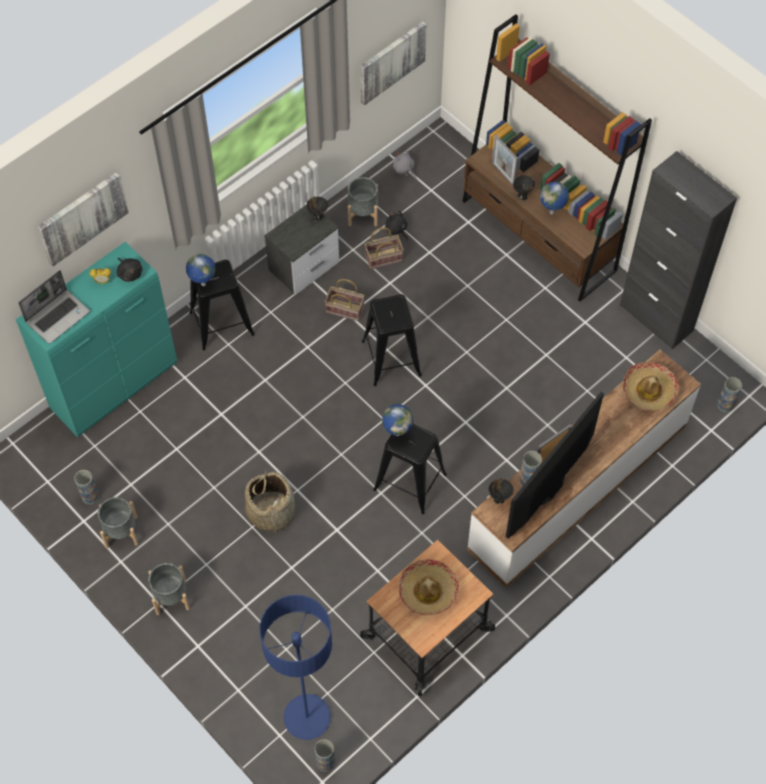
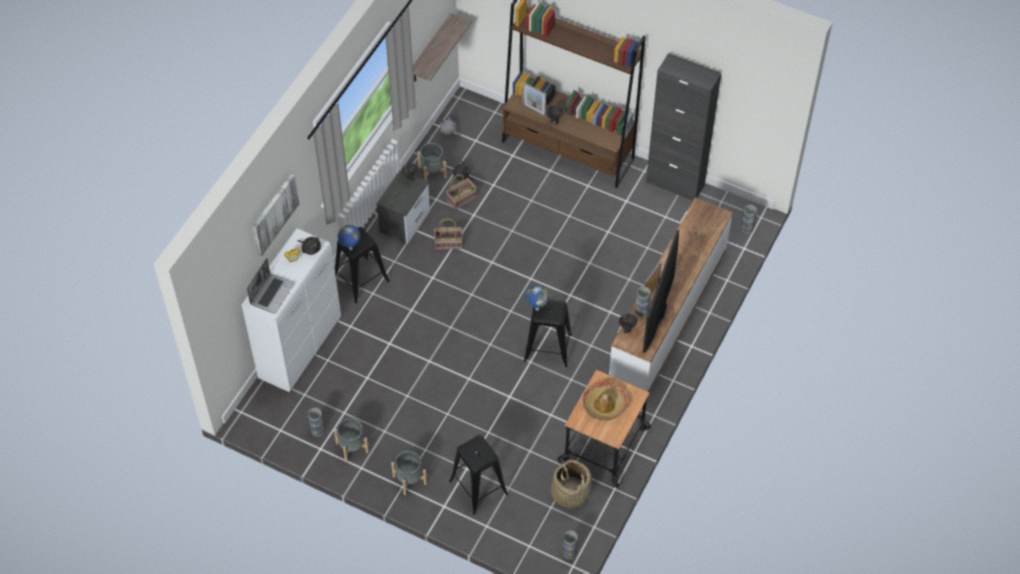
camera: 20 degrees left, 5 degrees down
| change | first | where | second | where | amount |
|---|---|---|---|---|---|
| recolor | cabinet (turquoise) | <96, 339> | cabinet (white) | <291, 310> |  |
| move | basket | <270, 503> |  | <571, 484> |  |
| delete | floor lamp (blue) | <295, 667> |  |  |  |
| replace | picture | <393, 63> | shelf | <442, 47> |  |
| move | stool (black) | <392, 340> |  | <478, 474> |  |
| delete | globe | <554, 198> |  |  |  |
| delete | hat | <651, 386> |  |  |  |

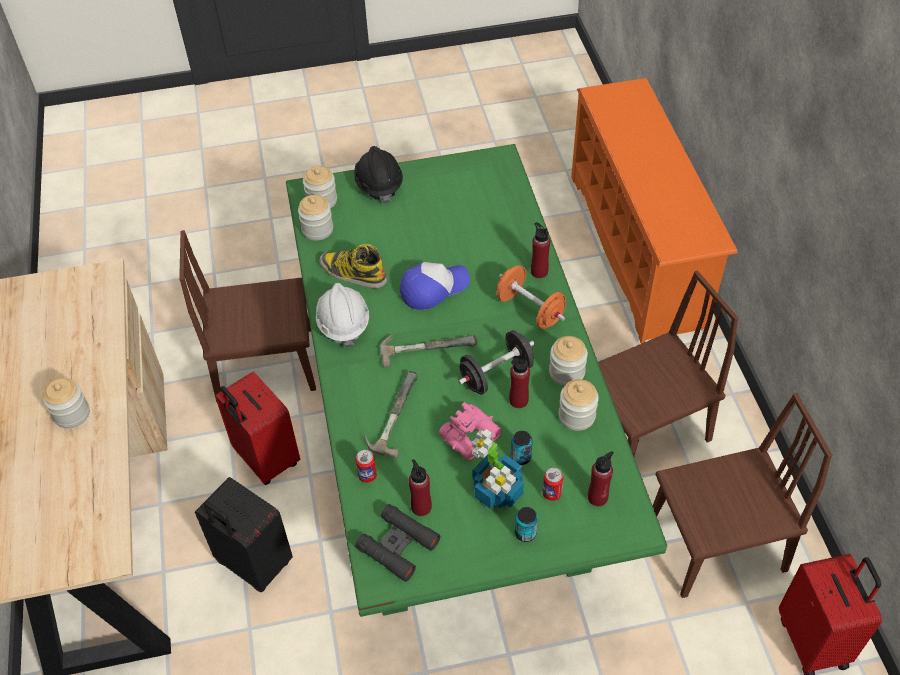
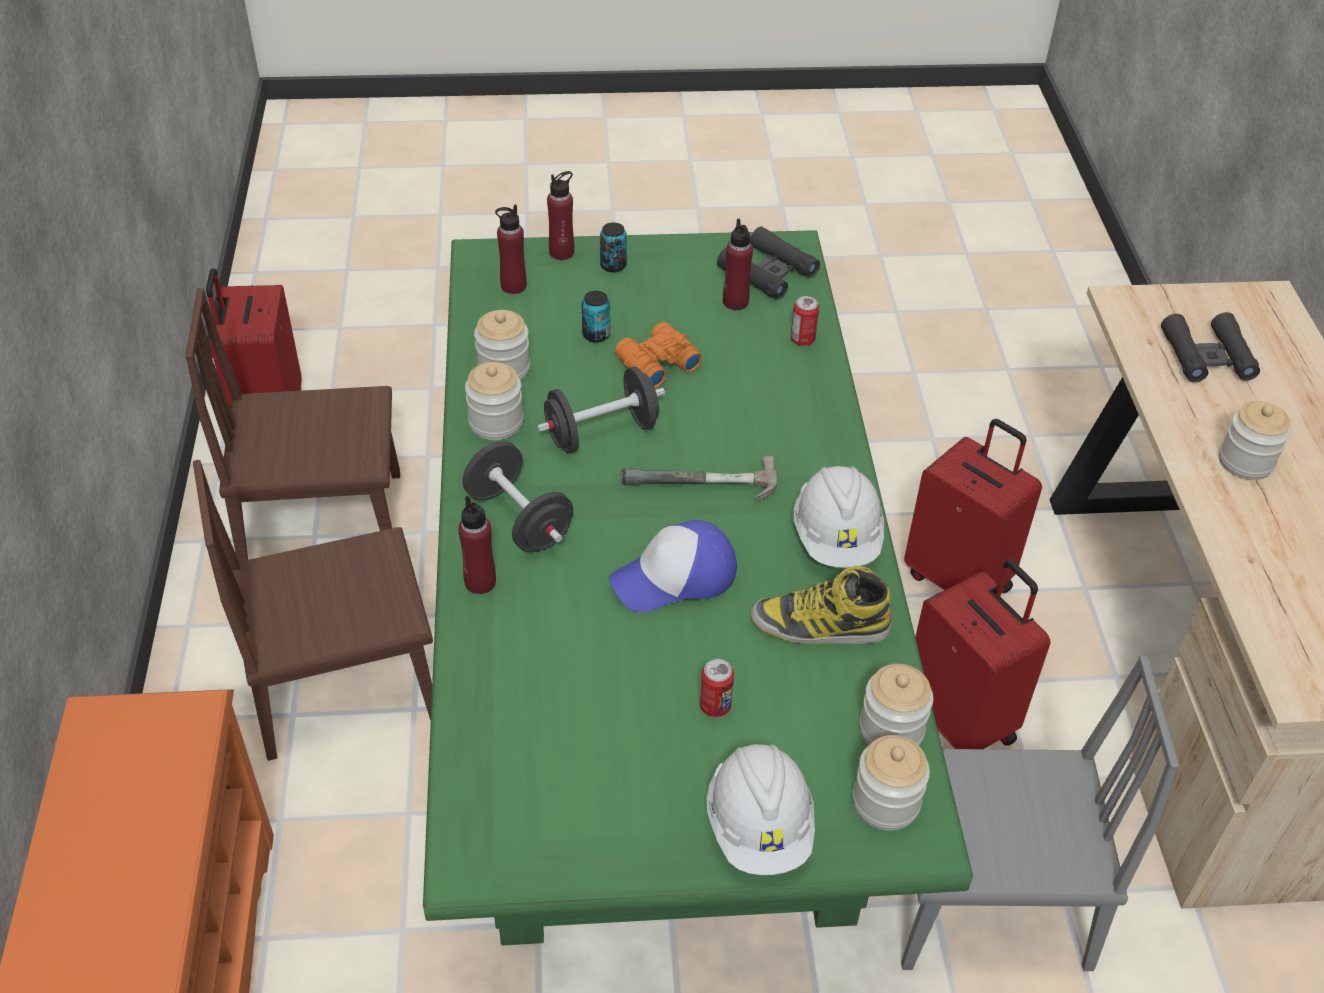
camera: 175 degrees left, 5 degrees down
| change | first | where | second | where | amount |
|---|---|---|---|---|---|
| recolor | chair (brown) | <247, 316> | chair (grey) | <1040, 813> |  |
| recolor | suitcase (black) | <244, 534> | suitcase (red) | <973, 506> |  |
| rotate | boot | <353, 266> |  | <820, 605> | 150 degrees clockwise |
| recolor | hard hat (black) | <378, 175> | hard hat (white) | <760, 809> |  |
| delete | hammer | <391, 414> |  |  |  |
| recolor | binoculars (pink) | <470, 431> | binoculars (orange) | <658, 355> |  |
| delete | potted plant | <498, 469> |  |  |  |
| recolor | dumbbell (orange) | <531, 297> | dumbbell (black) | <517, 497> |  |
| move | bottle (red) | <519, 381> |  | <560, 215> |  |
| move | can | <553, 484> |  | <717, 688> |  |
| insert |  |  | binoculars (black) | <1210, 347> |  |

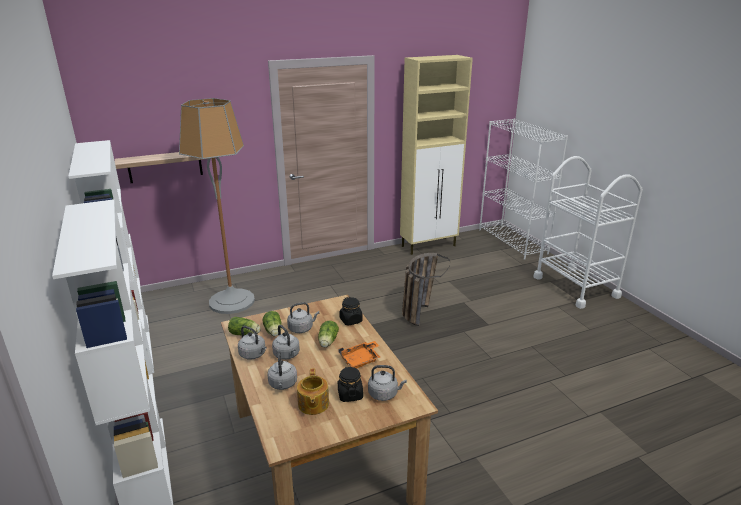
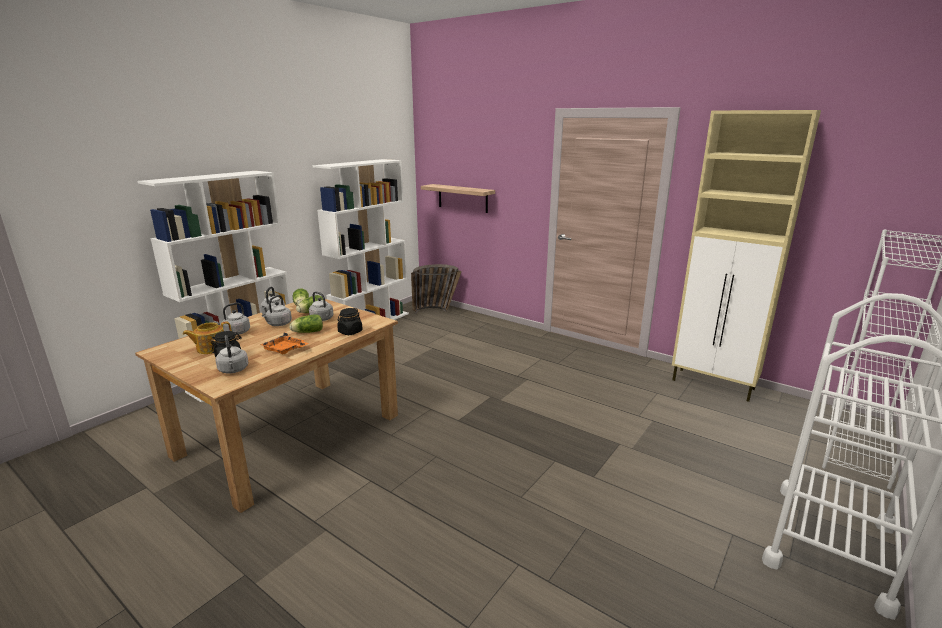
camera: 60 degrees right, 5 degrees down
| change | first | where | second | where | amount |
|---|---|---|---|---|---|
| delete | floor lamp | <217, 206> |  |  |  |
| move | basket | <426, 289> |  | <436, 289> |  |

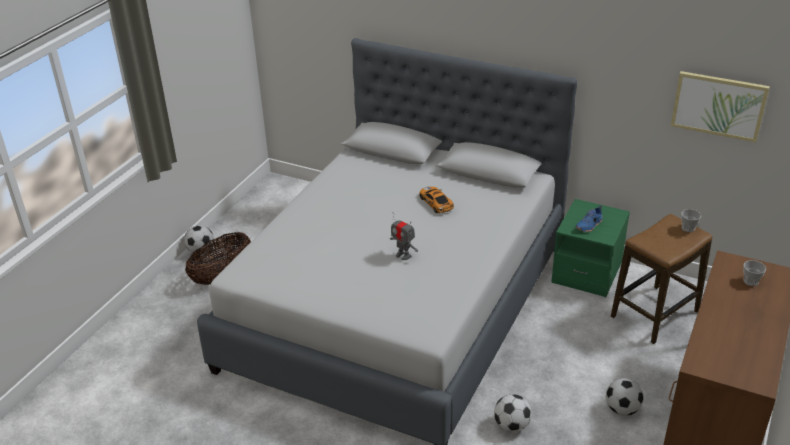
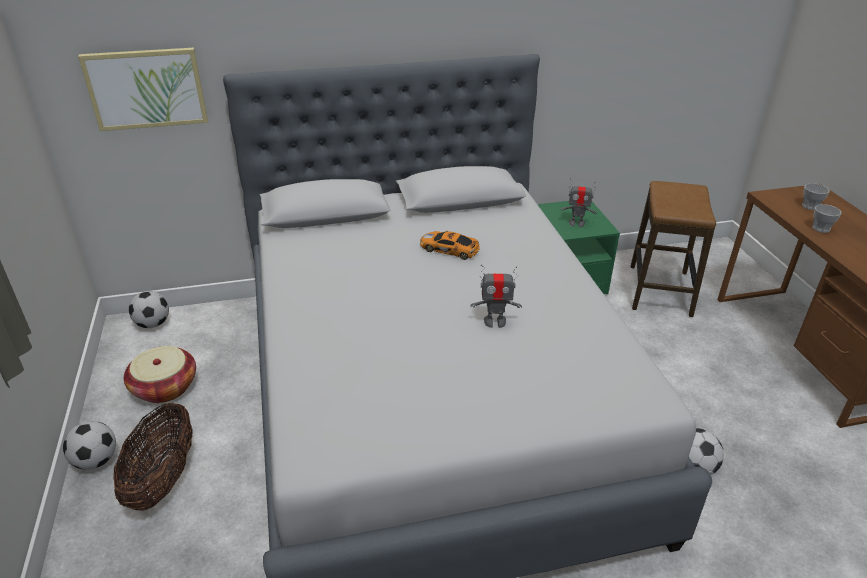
camera: 40 degrees left, 0 degrees up
| change | first | where | second | where | amount |
|---|---|---|---|---|---|
| replace | shoe (blue) | <588, 218> | toy robot | <578, 202> |  |
| move | football | <625, 397> |  | <149, 309> |  |
| move | picture | <720, 106> |  | <143, 89> |  |
| move | cup | <691, 220> |  | <827, 218> |  |
| insert |  |  | basket | <160, 374> |  |

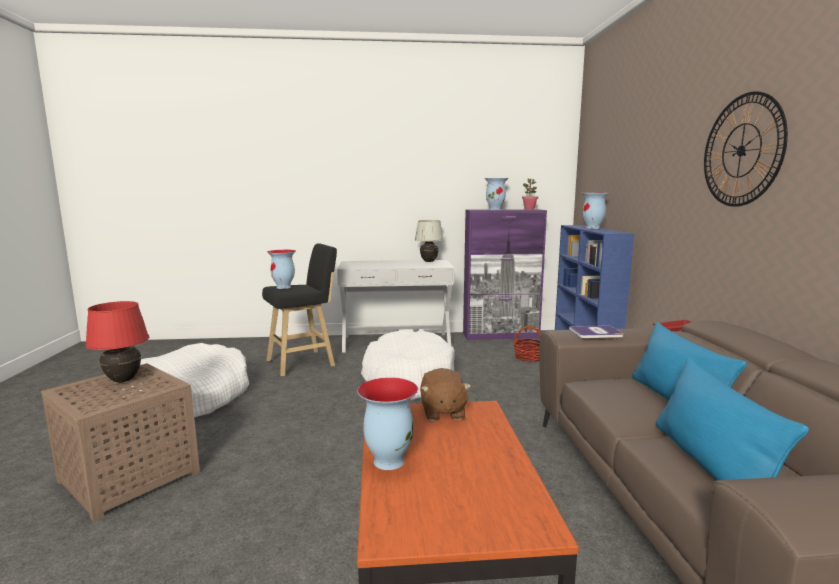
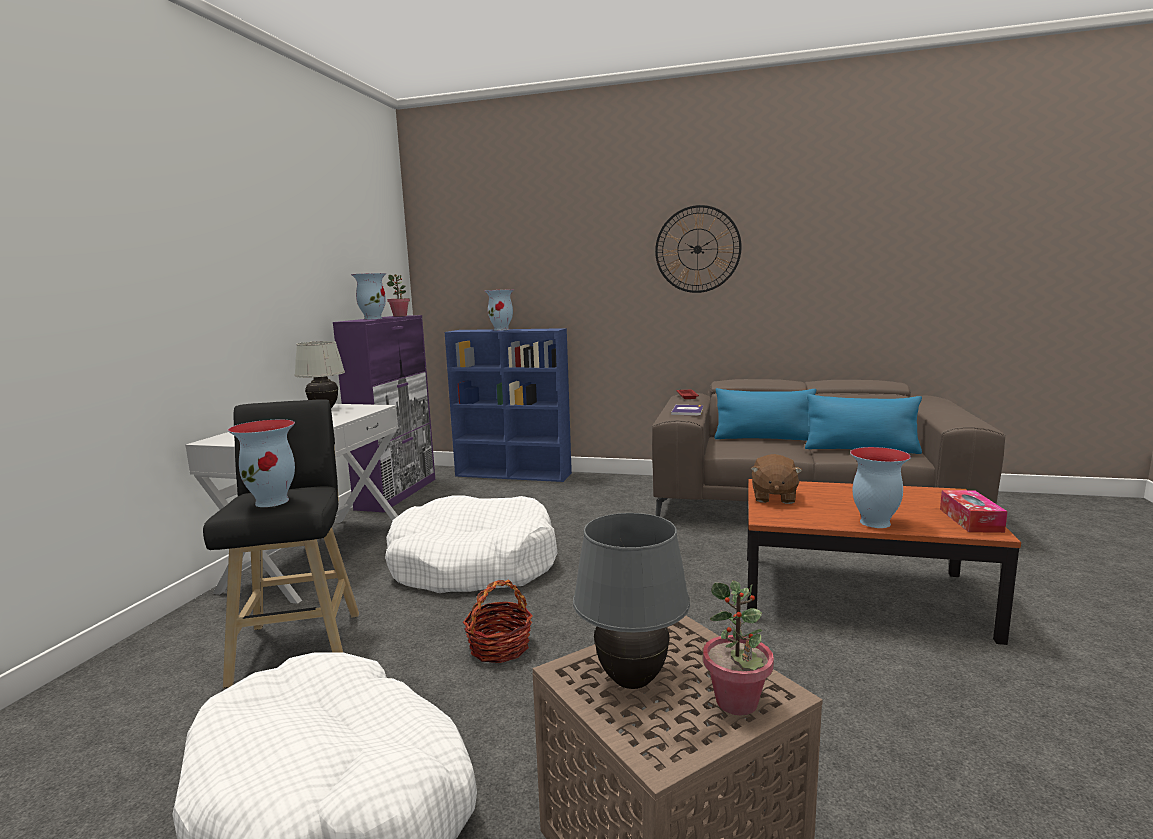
camera: 70 degrees left, 0 degrees up
| change | first | where | second | where | amount |
|---|---|---|---|---|---|
| recolor | table lamp (red) | <117, 341> | table lamp (grey) | <631, 601> |  |
| rotate | plush toy (brown) | <445, 394> |  | <777, 479> | 90 degrees clockwise |
| move | basket | <527, 344> |  | <498, 621> |  |
| insert |  |  | potted plant | <738, 648> |  |
| insert |  |  | tissue box | <974, 511> |  |

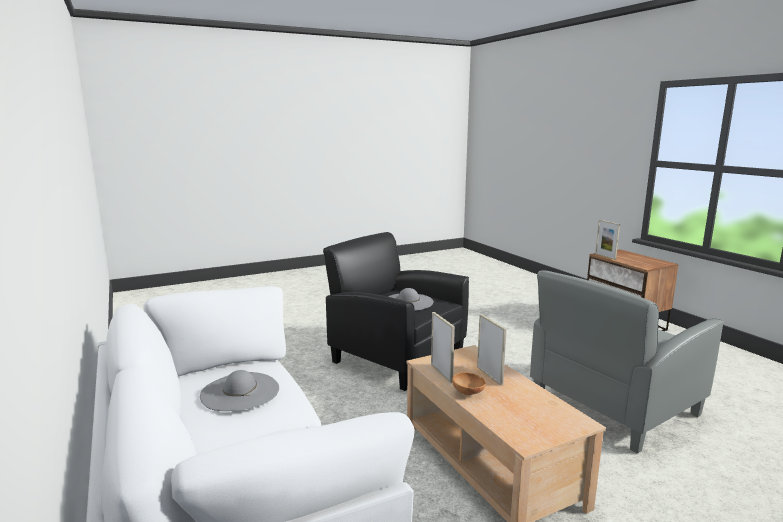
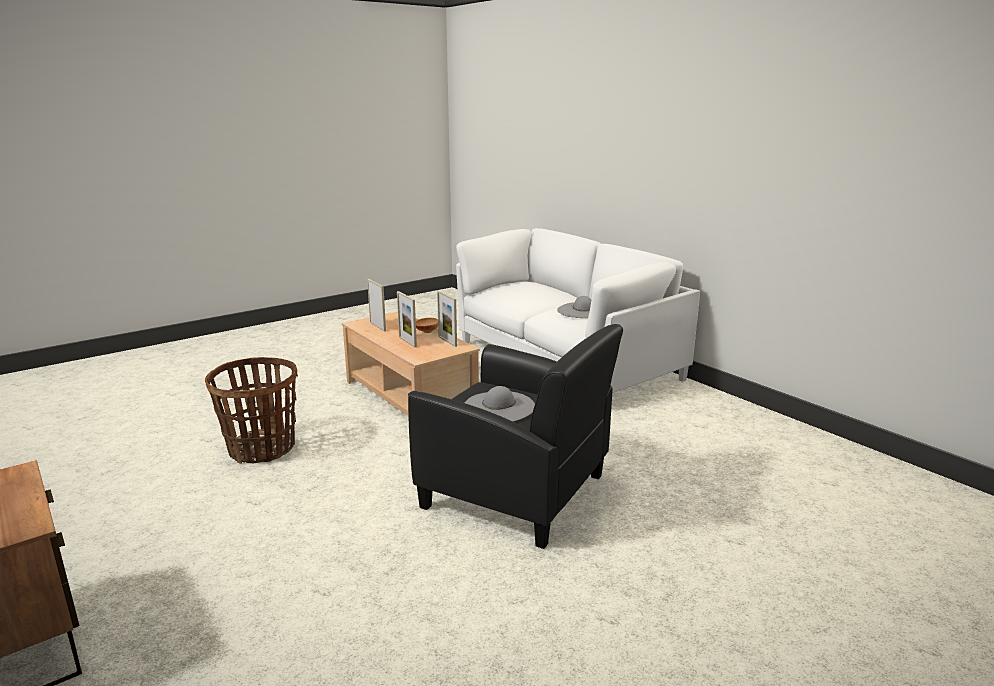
camera: 170 degrees right, 5 degrees up
| change | first | where | second | where | amount |
|---|---|---|---|---|---|
| replace | armchair (grey) | <627, 362> | basket | <251, 410> |  |
| move | picture frame | <607, 240> |  | <376, 305> |  |

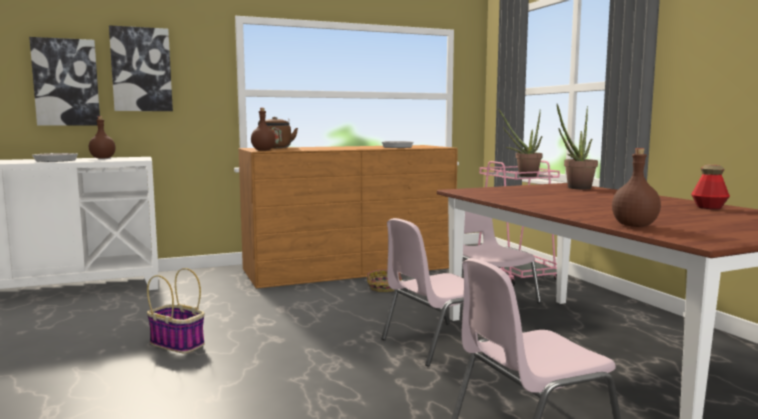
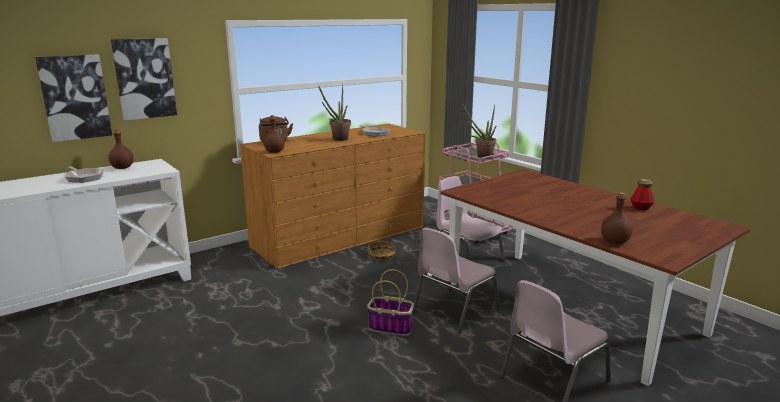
camera: 15 degrees left, 10 degrees up
| change | first | where | second | where | amount |
|---|---|---|---|---|---|
| move | basket | <176, 310> |  | <390, 302> |  |
| move | potted plant | <577, 146> |  | <335, 112> |  |

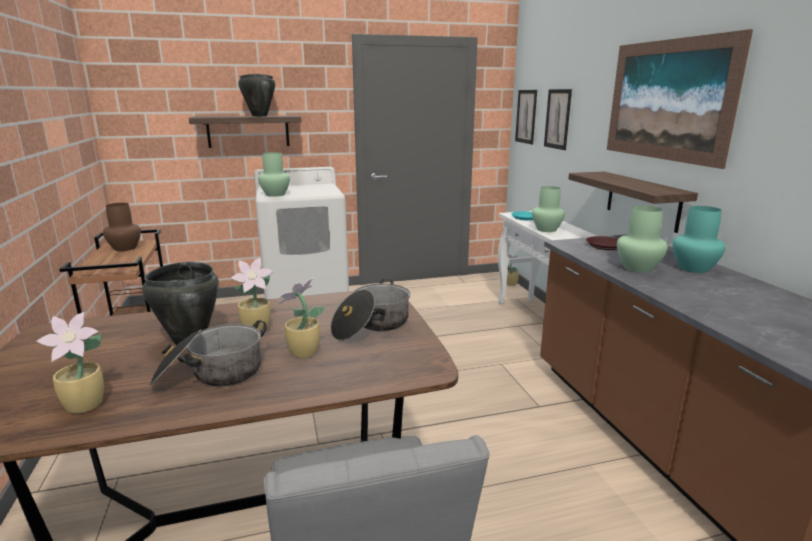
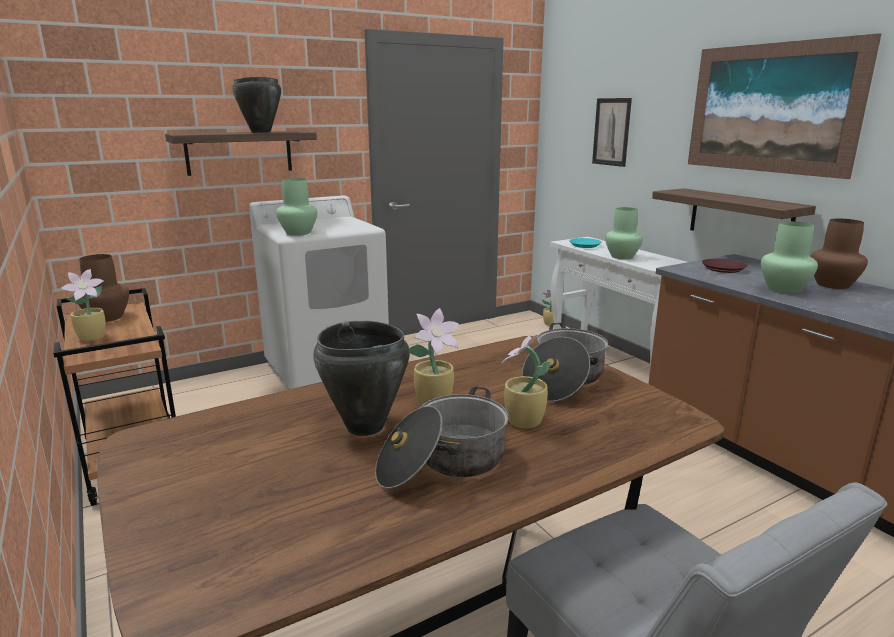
camera: 15 degrees left, 0 degrees up
| change | first | where | second | where | amount |
|---|---|---|---|---|---|
| move | potted plant | <70, 363> |  | <83, 305> |  |
| delete | picture | <526, 117> |  |  |  |
| recolor | vase (turquoise) | <699, 239> | vase (brown) | <839, 254> |  |

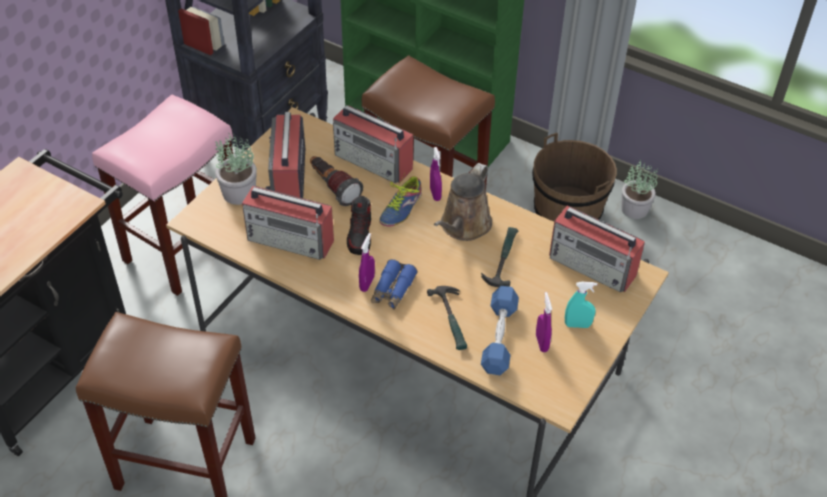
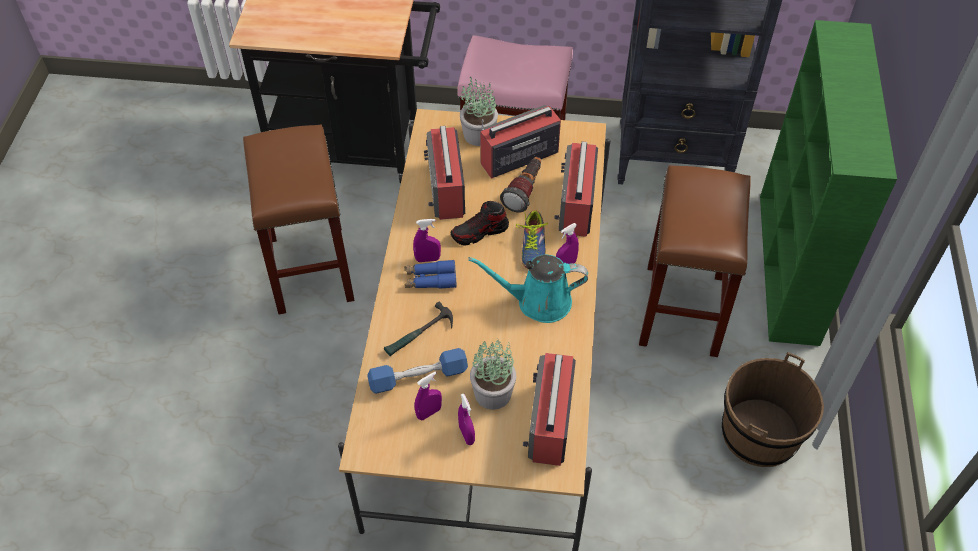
camera: 65 degrees right, 5 degrees up
| change | first | where | second | where | amount |
|---|---|---|---|---|---|
| rotate | shoe | <400, 200> |  | <532, 239> | 90 degrees counterclockwise |
| recolor | watering can (brown) | <463, 202> | watering can (turquoise) | <528, 289> |  |
| delete | hammer | <499, 257> |  |  |  |
| recolor | spray bottle (turquoise) | <581, 305> | spray bottle (purple) | <466, 419> |  |
| move | potted plant | <639, 189> |  | <493, 374> |  |

